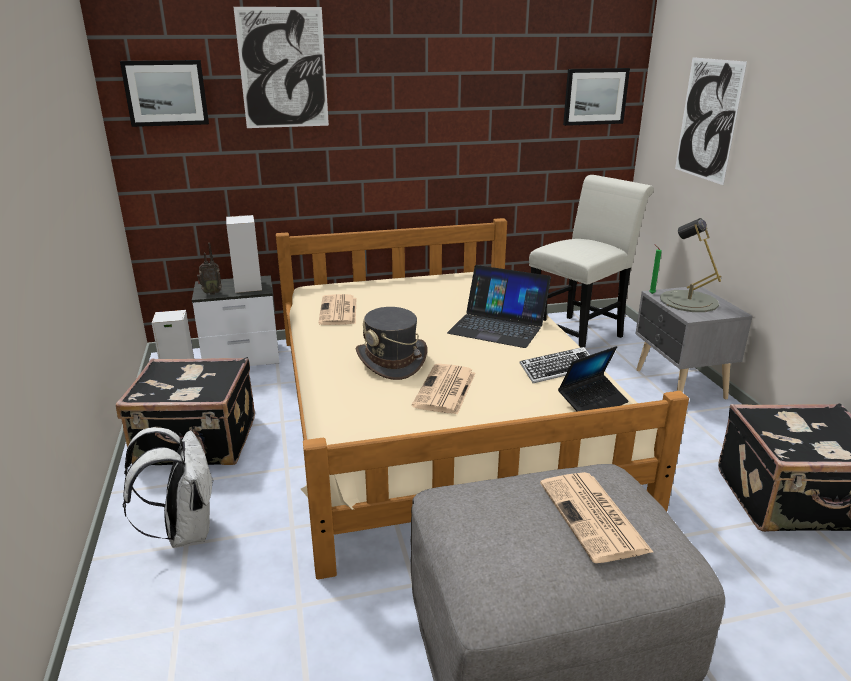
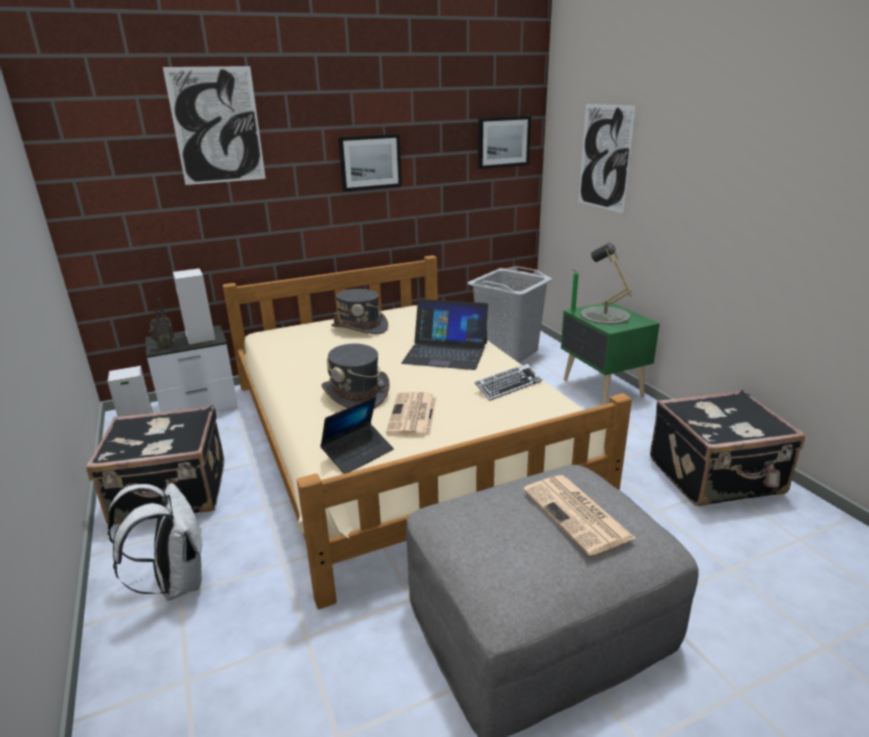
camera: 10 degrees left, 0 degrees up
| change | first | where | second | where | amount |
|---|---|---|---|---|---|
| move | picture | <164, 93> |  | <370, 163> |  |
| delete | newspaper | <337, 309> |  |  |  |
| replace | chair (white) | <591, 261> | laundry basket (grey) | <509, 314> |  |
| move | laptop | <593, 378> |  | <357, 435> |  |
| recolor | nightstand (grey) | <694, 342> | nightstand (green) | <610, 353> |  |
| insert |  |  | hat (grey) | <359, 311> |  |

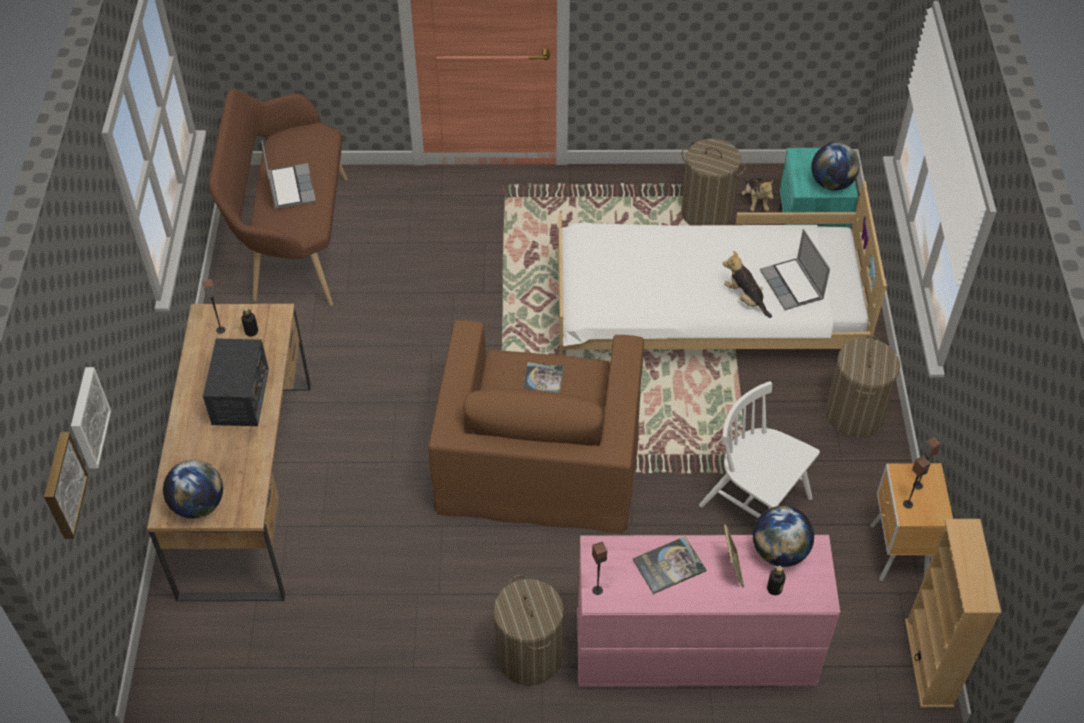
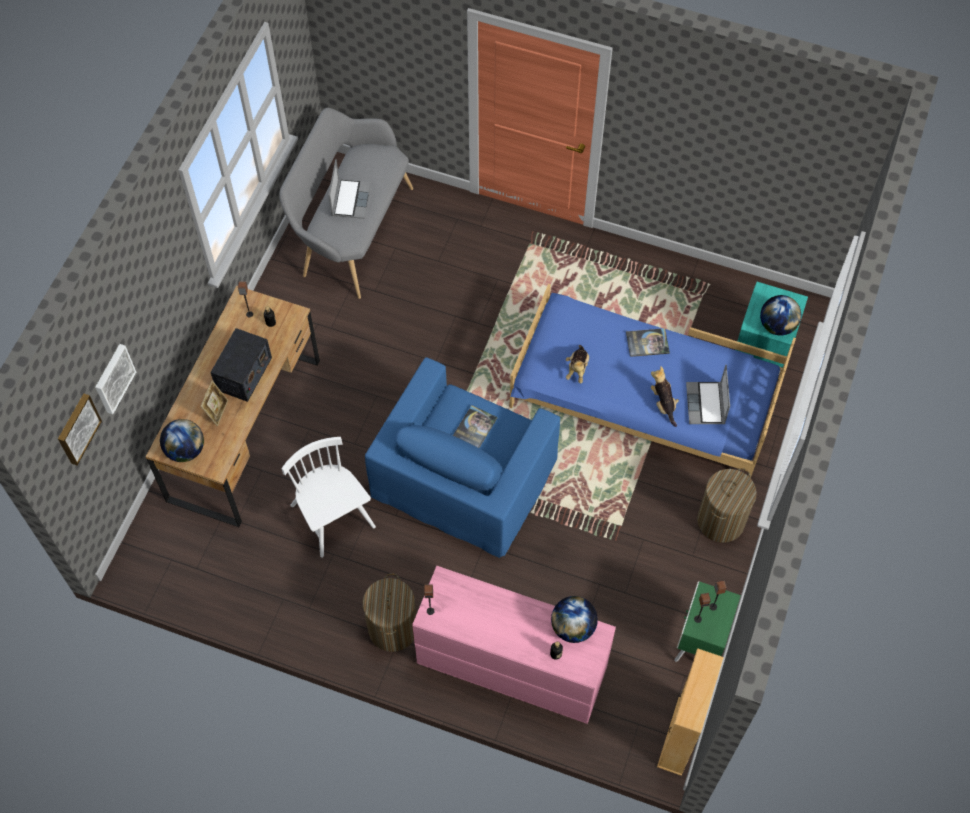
camera: 20 degrees right, 10 degrees up
| change | first | where | second | where | amount |
|---|---|---|---|---|---|
| recolor | bench (brown) | <278, 197> | bench (grey) | <346, 203> |  |
| recolor | armchair (brown) | <536, 427> | armchair (blue) | <462, 457> |  |
| recolor | bed (white) | <722, 268> | bed (blue) | <653, 381> |  |
| move | book | <669, 565> |  | <648, 342> |  |
| delete | laundry basket | <714, 182> |  |  |  |
| move | chair (white) | <759, 449> |  | <329, 497> |  |
| move | picture frame | <734, 556> |  | <214, 403> |  |
| move | plush toy | <757, 194> |  | <577, 364> |  |
| recolor | nightstand (brown) | <911, 522> | nightstand (green) | <707, 621> |  |

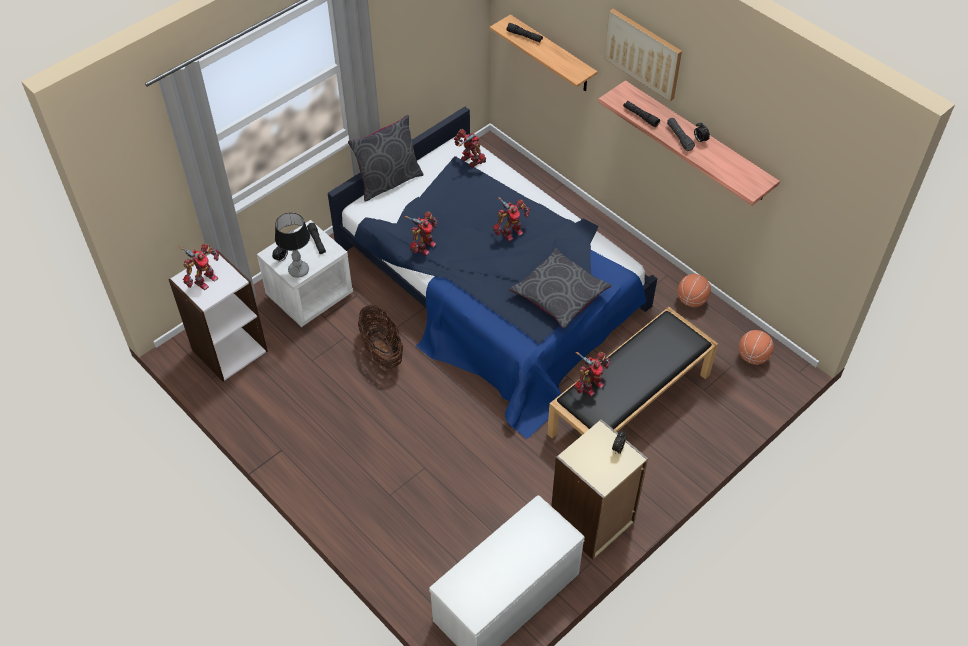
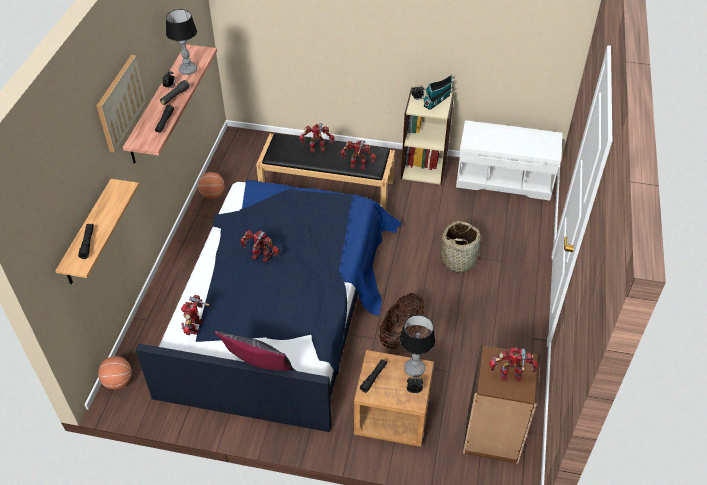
camera: 125 degrees left, 5 degrees down
| change | first | where | second | where | amount |
|---|---|---|---|---|---|
| recolor | bookcase (white) | <218, 315> | bookcase (brown) | <501, 404> |  |
| recolor | nightstand (white) | <305, 273> | nightstand (brown) | <394, 398> |  |
| move | toy robot | <421, 234> |  | <316, 137> |  |
| delete | pillow (grey) | <560, 288> |  |  |  |
| move | basketball | <756, 347> |  | <115, 372> |  |
| insert |  |  | table lamp | <181, 42> |  |
| insert |  |  | toy house | <437, 92> |  |
| insert |  |  | basket | <460, 247> |  |

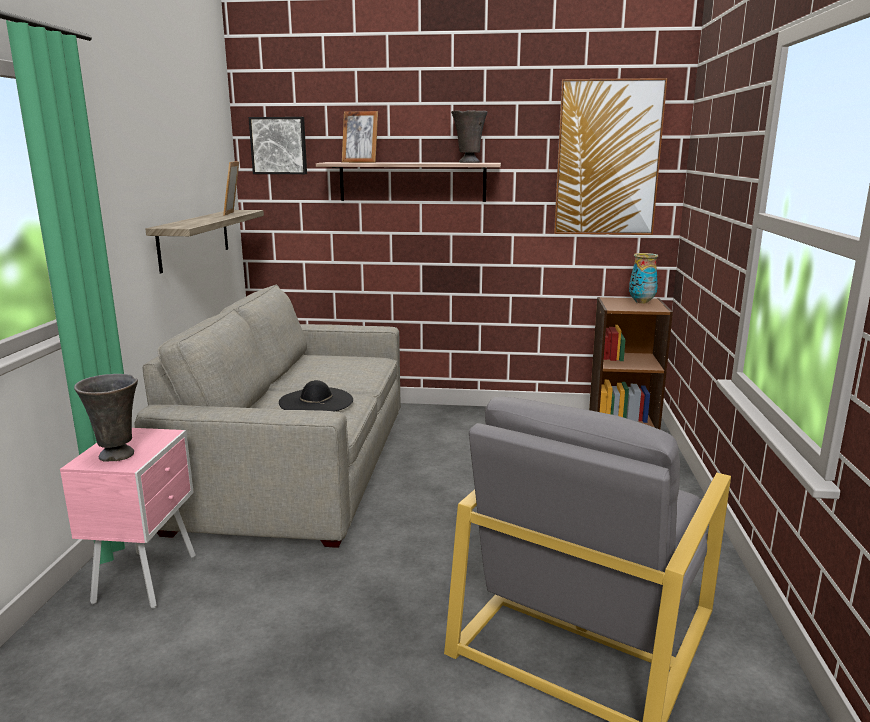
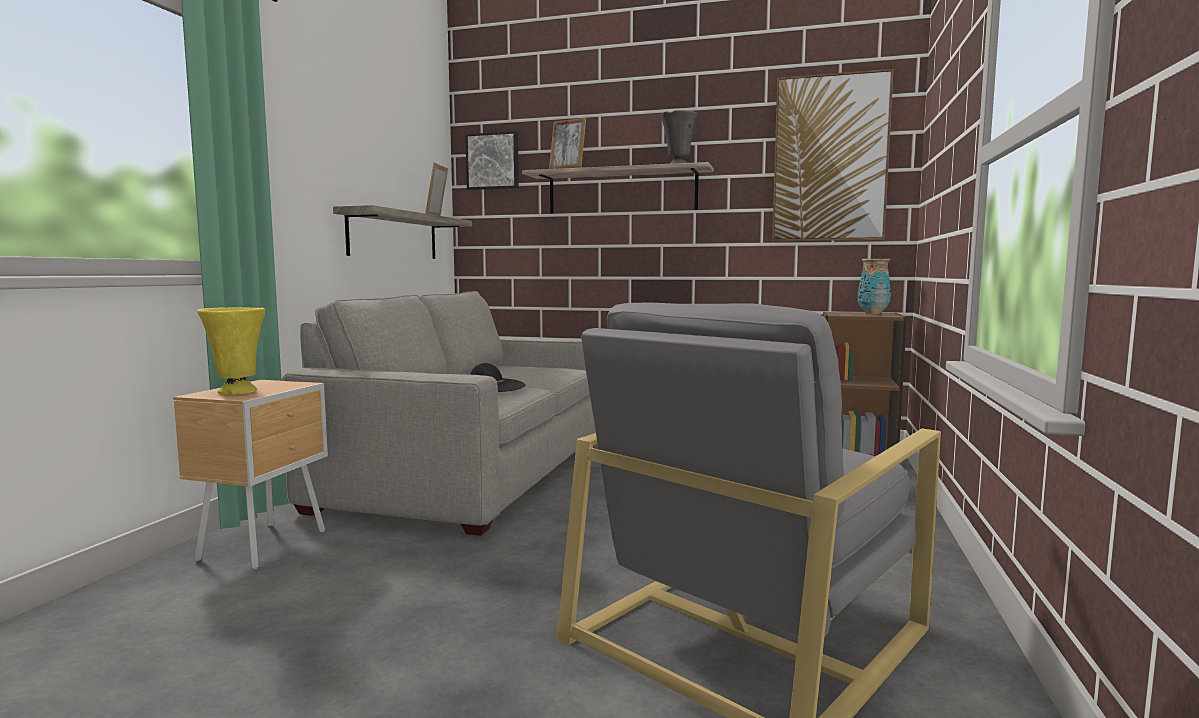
camera: 10 degrees right, 10 degrees down
| change | first | where | second | where | amount |
|---|---|---|---|---|---|
| recolor | nightstand (pink) | <128, 518> | nightstand (brown) | <250, 475> |  |
| recolor | vase (grey) | <106, 418> | vase (yellow) | <231, 351> |  |

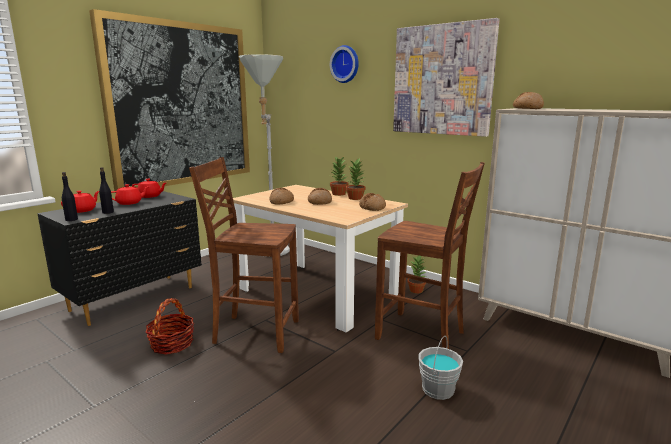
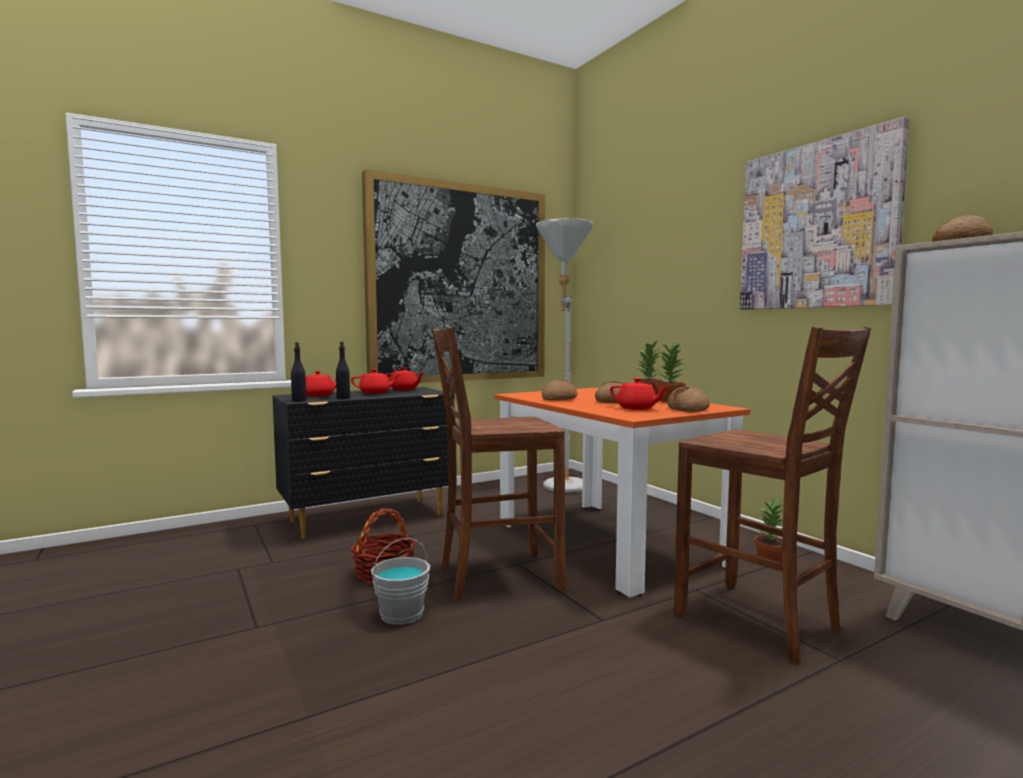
camera: 20 degrees right, 10 degrees down
| change | first | where | second | where | amount |
|---|---|---|---|---|---|
| rotate | chair (brown) | <244, 255> |  | <498, 463> | 45 degrees counterclockwise |
| recolor | dining table (beige) | <320, 258> | dining table (orange) | <622, 492> |  |
| delete | wall clock | <344, 64> |  |  |  |
| move | bucket (grey) | <440, 368> |  | <400, 581> |  |
| insert |  |  | teapot (red) | <639, 394> |  |

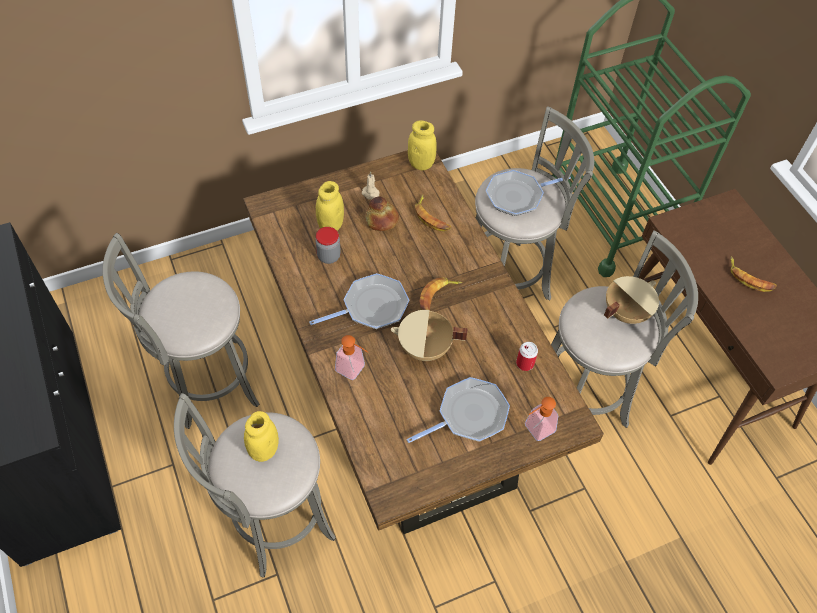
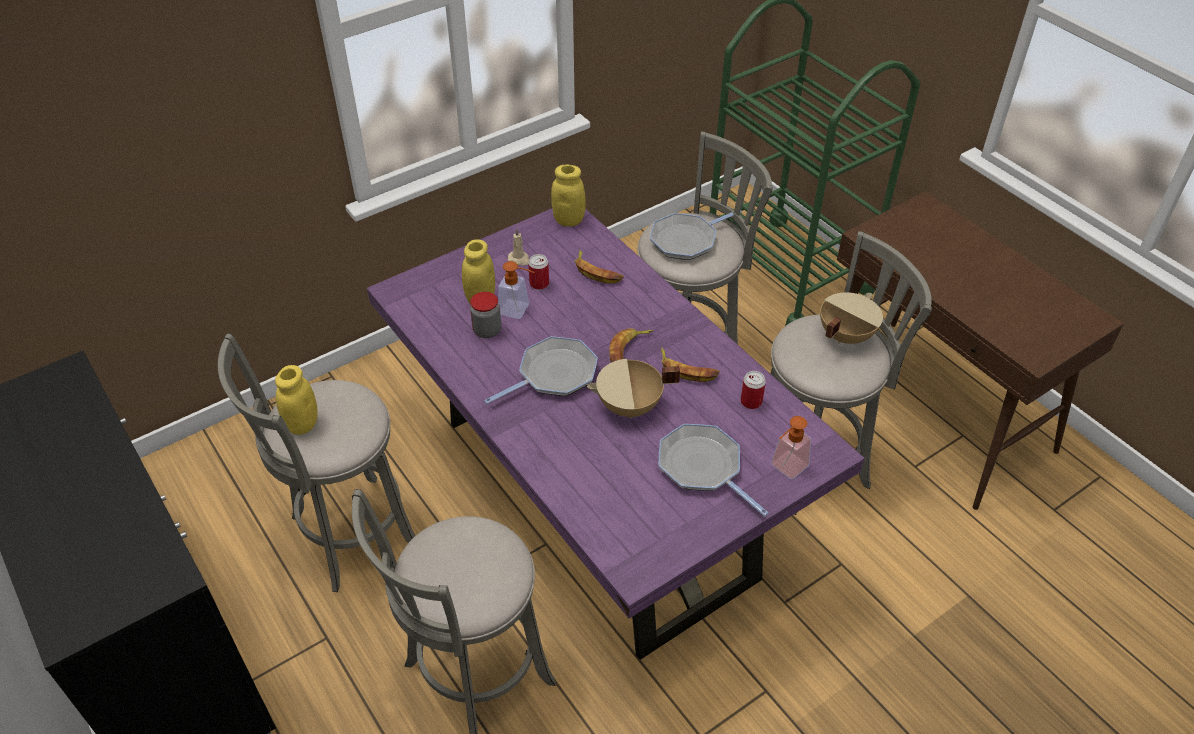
camera: 10 degrees left, 10 degrees down
| change | first | where | second | where | amount |
|---|---|---|---|---|---|
| recolor | dining table (brown) | <423, 342> | dining table (purple) | <616, 434> |  |
| move | jar (yellow) | <261, 436> |  | <296, 400> |  |
| move | soap dispenser | <351, 357> |  | <516, 290> |  |
| replace | bread | <382, 213> | can | <538, 272> |  |
| rotate | frying pan | <458, 410> |  | <713, 470> | 90 degrees counterclockwise |
| move | banana | <754, 274> |  | <690, 365> |  |

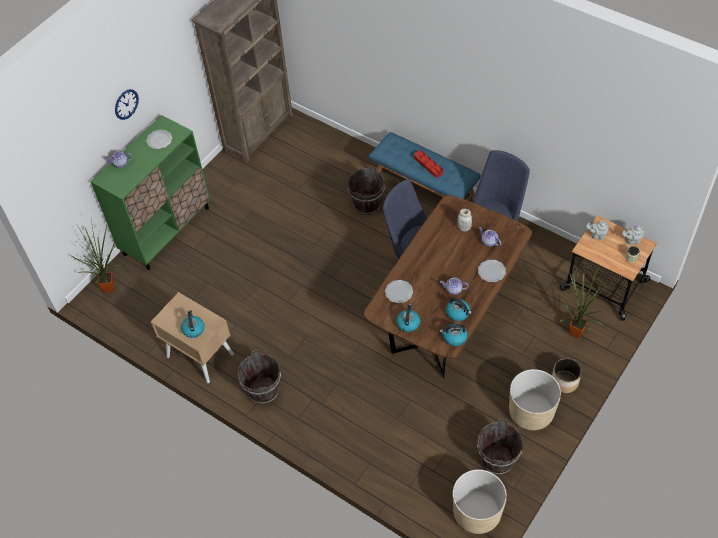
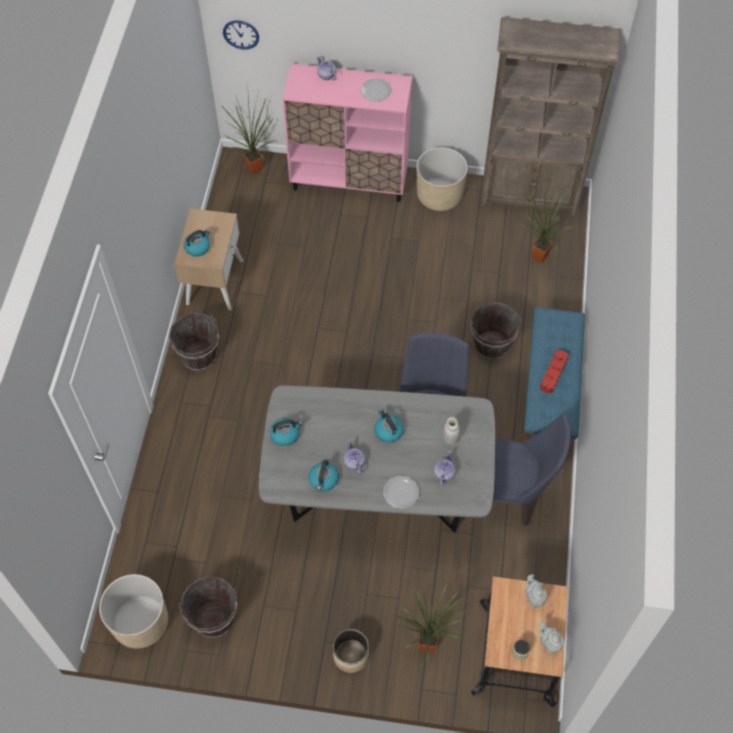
camera: 60 degrees right, 5 degrees up
| change | first | where | second | where | amount |
|---|---|---|---|---|---|
| recolor | cabinet (green) | <150, 192> | cabinet (pink) | <347, 132> |  |
| move | wall clock | <127, 104> |  | <241, 35> |  |
| recolor | dining table (brown) | <448, 286> | dining table (grey) | <377, 459> |  |
| delete | plate | <399, 291> |  |  |  |
| move | kettle | <454, 335> |  | <389, 426> |  |
| move | planter (beige) | <535, 399> |  | <442, 179> |  |
| insert |  |  | potted plant | <549, 221> |  |

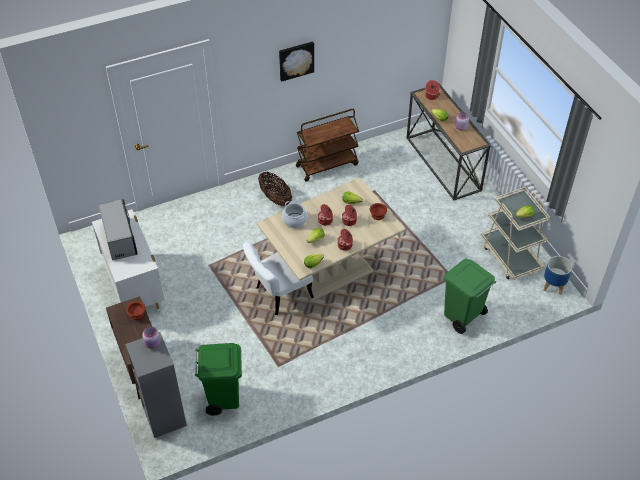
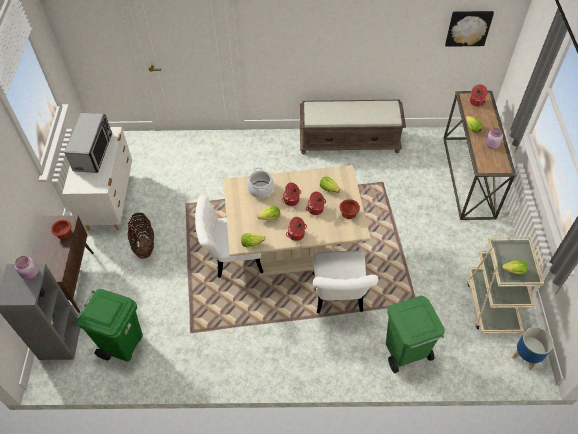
camera: 25 degrees right, 5 degrees up
| change | first | where | second | where | amount |
|---|---|---|---|---|---|
| move | basket | <275, 189> |  | <141, 236> |  |
| move | picture | <296, 61> |  | <469, 29> |  |
| replace | cart (brown) | <327, 145> | bench (brown) | <353, 127> |  |
| insert |  |  | chair (white) | <345, 282> |  |

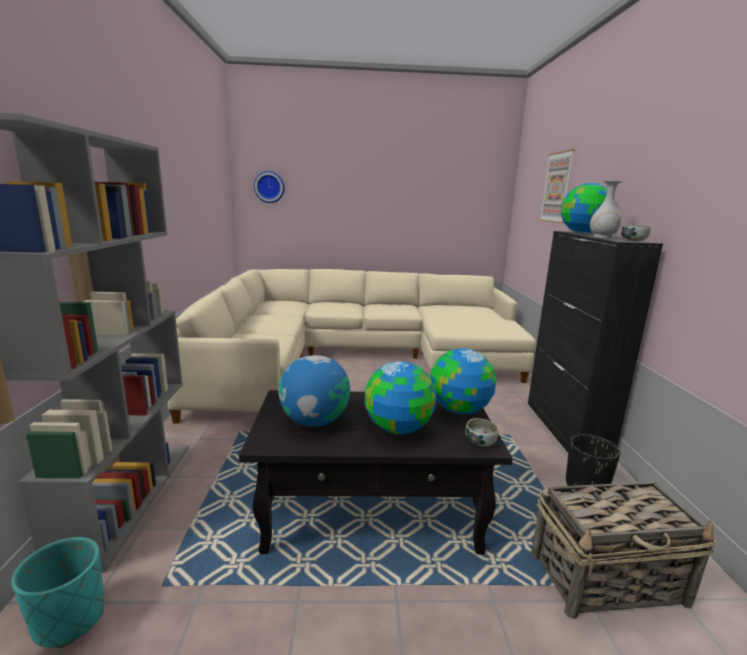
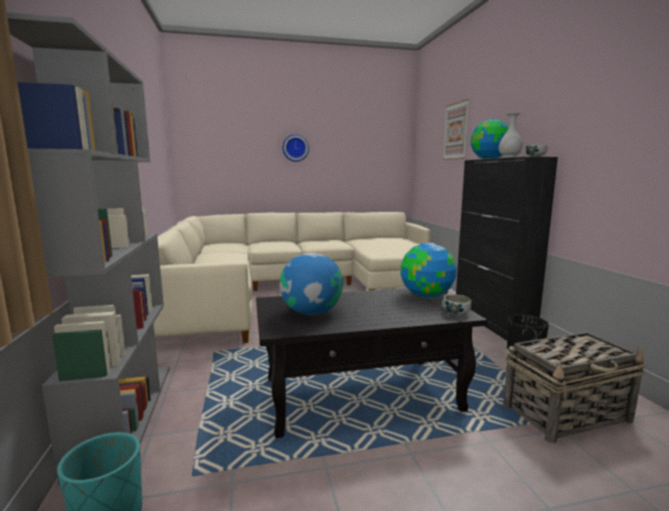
camera: 10 degrees left, 5 degrees down
| change | first | where | second | where | amount |
|---|---|---|---|---|---|
| move | wall clock | <269, 187> |  | <296, 148> |  |
| delete | globe | <400, 397> |  |  |  |

